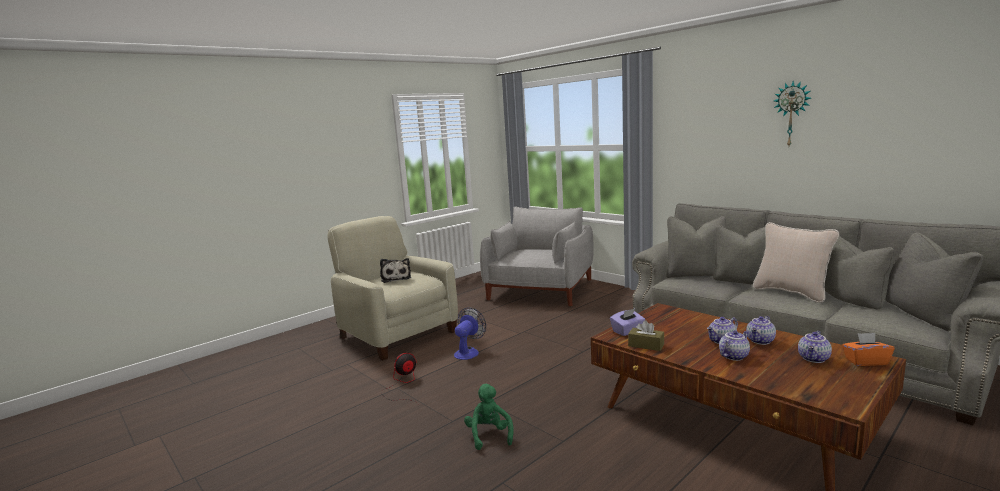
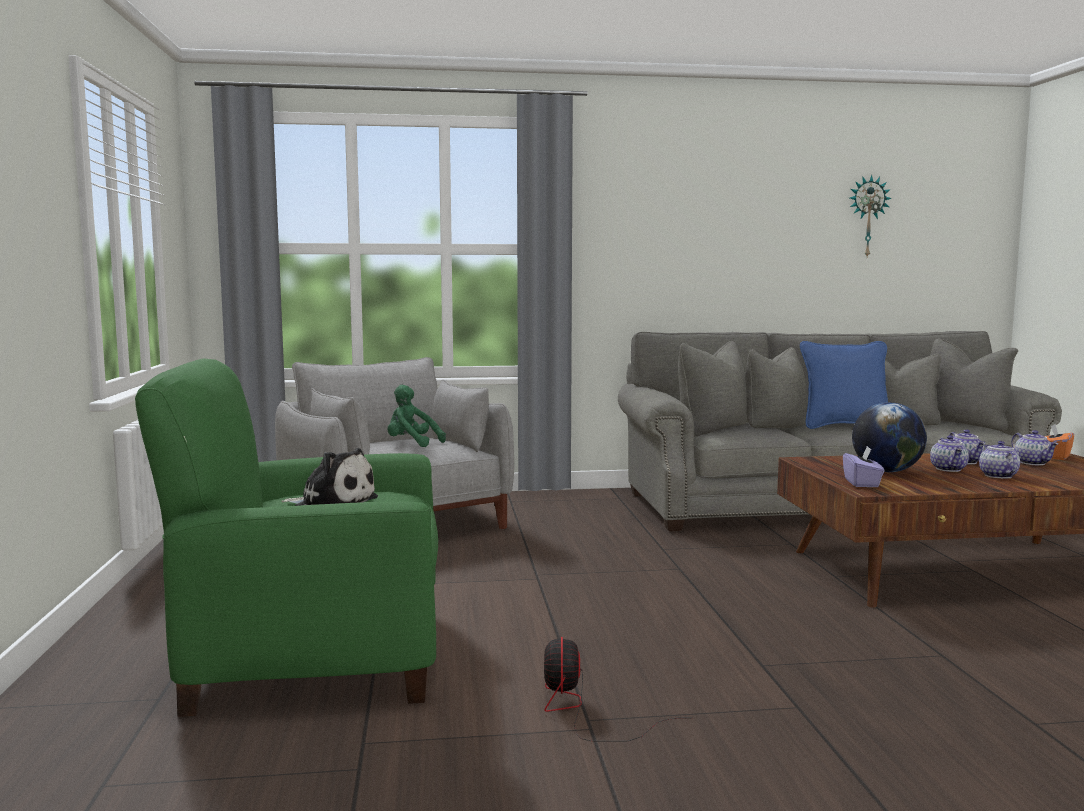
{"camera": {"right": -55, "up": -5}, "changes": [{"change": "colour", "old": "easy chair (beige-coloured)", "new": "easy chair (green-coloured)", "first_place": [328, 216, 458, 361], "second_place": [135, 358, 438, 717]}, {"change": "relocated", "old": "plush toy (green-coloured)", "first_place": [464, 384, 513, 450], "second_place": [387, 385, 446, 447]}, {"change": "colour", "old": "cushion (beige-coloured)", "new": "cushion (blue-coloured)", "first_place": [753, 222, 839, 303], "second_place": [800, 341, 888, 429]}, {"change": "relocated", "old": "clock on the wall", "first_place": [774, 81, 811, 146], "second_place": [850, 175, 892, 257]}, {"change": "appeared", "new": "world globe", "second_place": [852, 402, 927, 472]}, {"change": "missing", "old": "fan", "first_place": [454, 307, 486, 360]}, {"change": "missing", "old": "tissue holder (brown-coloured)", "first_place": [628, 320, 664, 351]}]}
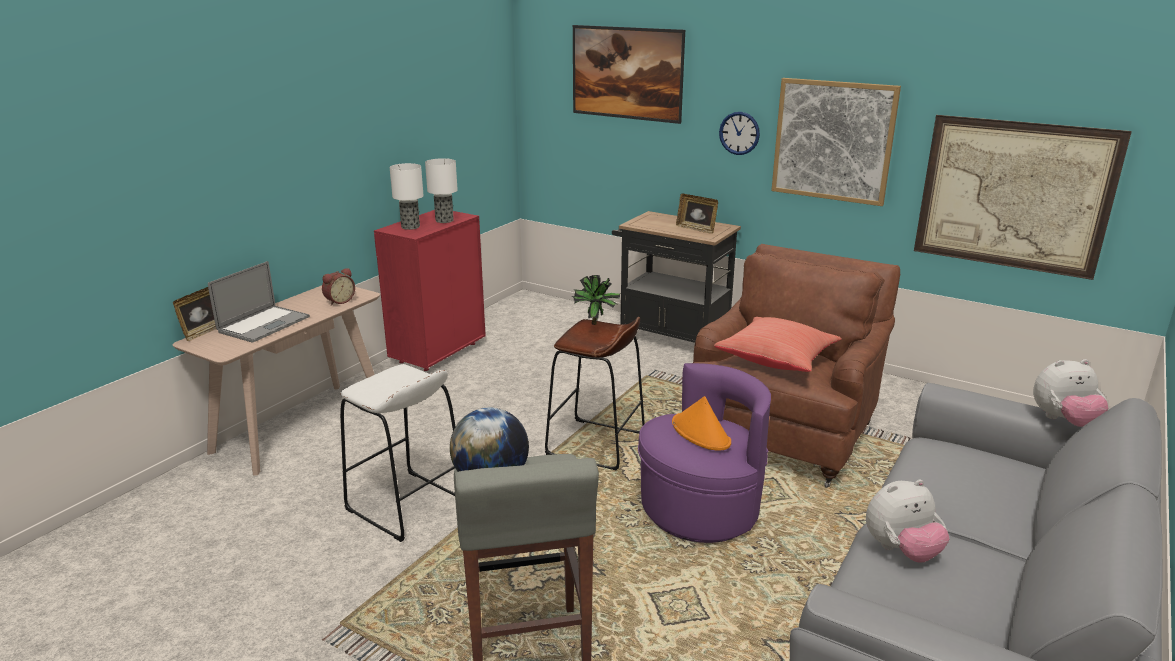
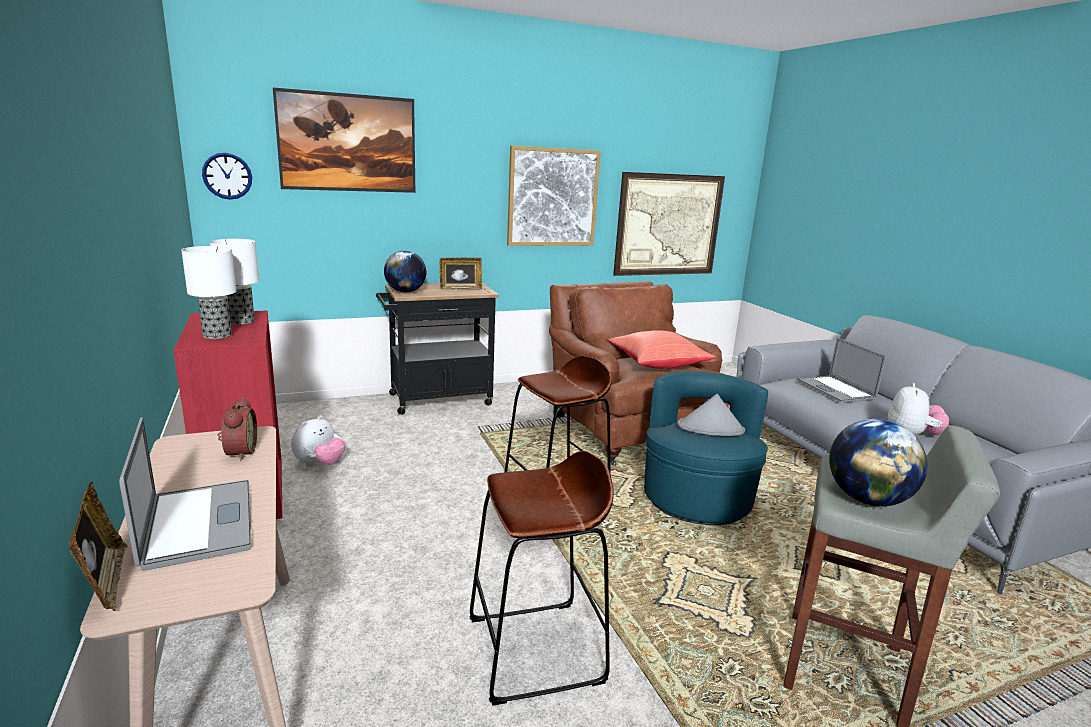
{"camera": {"right": -55, "up": -5}, "changes": [{"change": "relocated", "old": "clock on the wall", "first_place": [719, 112, 760, 155], "second_place": [202, 153, 252, 200]}, {"change": "relocated", "old": "plush toy", "first_place": [1033, 359, 1108, 427], "second_place": [291, 415, 345, 466]}, {"change": "appeared", "new": "world globe", "second_place": [384, 251, 426, 293]}, {"change": "colour", "old": "stool seat (white-coloured)", "new": "stool seat (brown-coloured)", "first_place": [340, 364, 456, 542], "second_place": [469, 451, 614, 706]}, {"change": "colour", "old": "easy chair (purple)", "new": "easy chair (turquoise)", "first_place": [638, 363, 771, 543], "second_place": [644, 371, 768, 525]}, {"change": "colour", "old": "wearable hat (orangey)", "new": "wearable hat (grey)", "first_place": [672, 396, 731, 451], "second_place": [677, 394, 745, 436]}, {"change": "appeared", "new": "notebook computer", "second_place": [796, 337, 886, 403]}, {"change": "missing", "old": "plant in a pot", "first_place": [572, 275, 620, 325]}]}
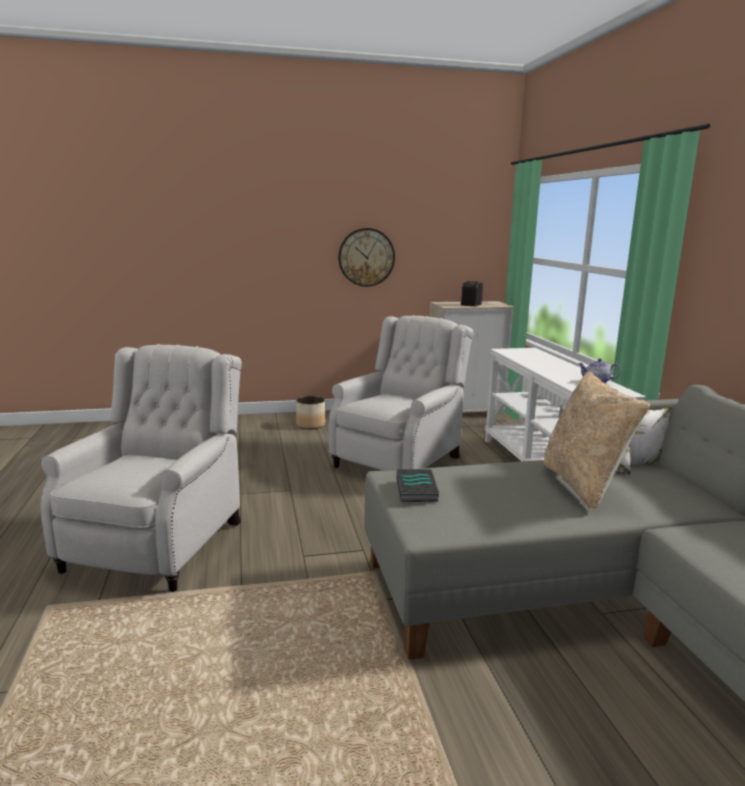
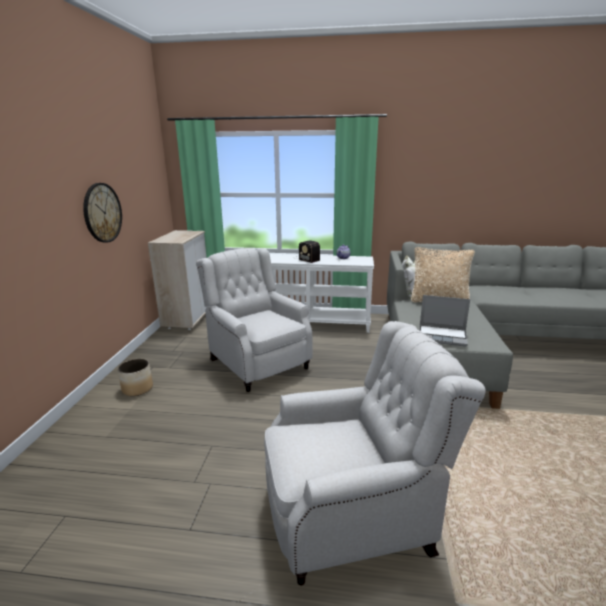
{"camera": {"right": -70, "up": 5}, "changes": [{"change": "spun", "old": "easy chair (white-coloured)", "first_place": [40, 344, 242, 592], "second_place": [264, 321, 486, 586], "degrees": 135}, {"change": "relocated", "old": "radio set", "first_place": [460, 281, 495, 307], "second_place": [293, 240, 320, 263]}, {"change": "exchanged", "old": "bound book", "new": "notebook computer", "first_place": [396, 469, 439, 502], "second_place": [419, 295, 470, 347]}]}
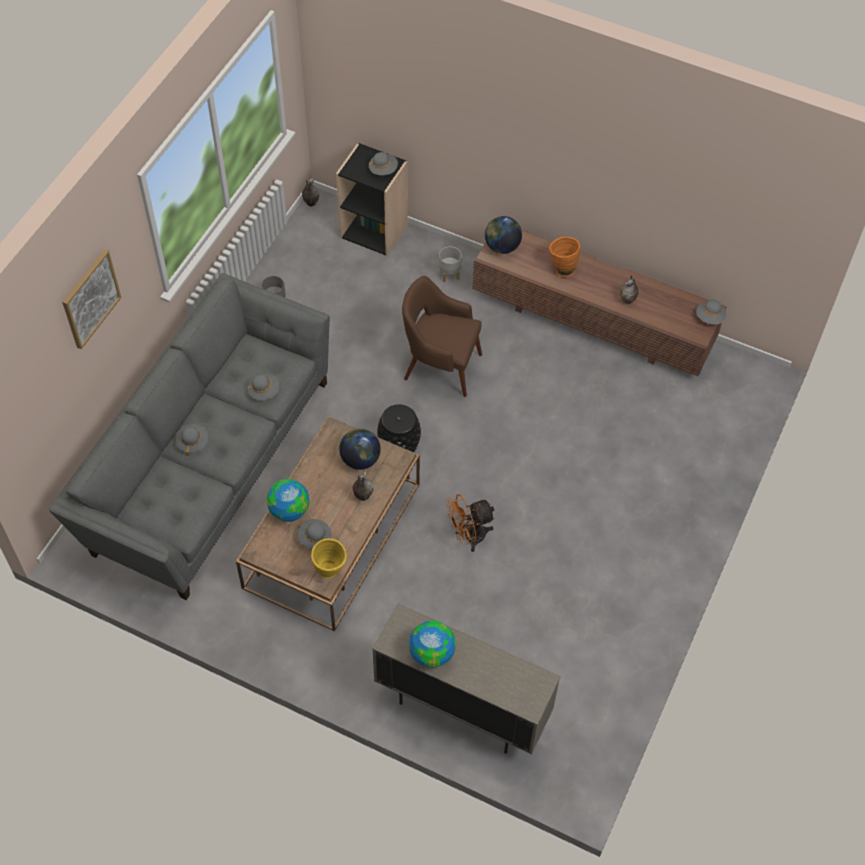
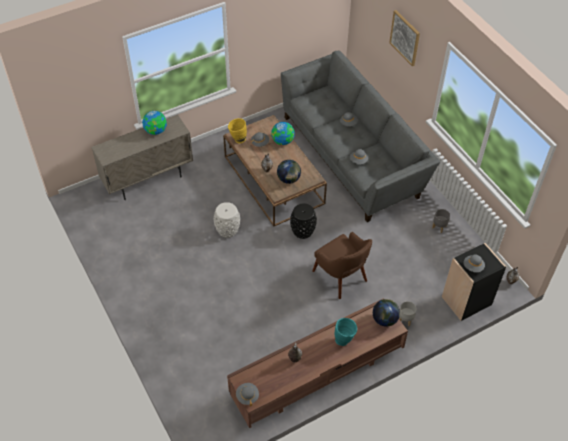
{"camera": {"right": 125, "up": -5}, "changes": [{"change": "exchanged", "old": "fan (orangey)", "new": "stool seat (white-coloured)", "first_place": [446, 494, 495, 552], "second_place": [214, 202, 240, 238]}, {"change": "spun", "old": "easy chair (brown-coloured)", "first_place": [402, 276, 482, 397], "second_place": [312, 232, 372, 299], "degrees": 90}, {"change": "colour", "old": "vase (orangey)", "new": "vase (turquoise)", "first_place": [549, 237, 580, 277], "second_place": [335, 318, 357, 346]}]}
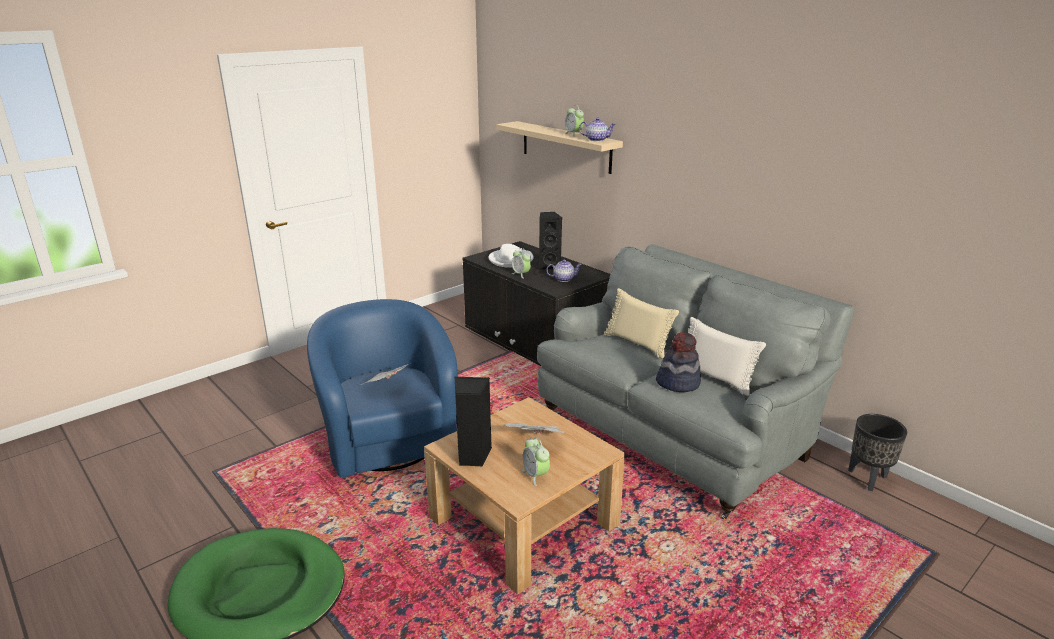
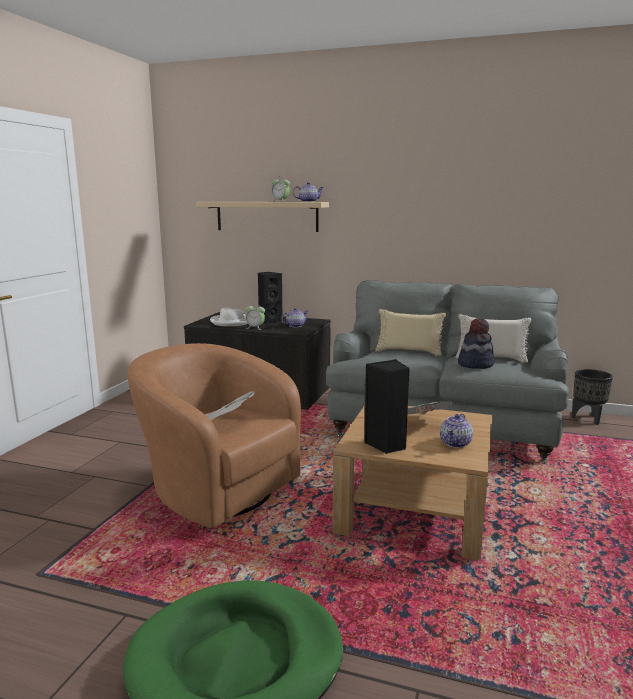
{"camera": {"right": -30, "up": -10}, "changes": [{"change": "colour", "old": "easy chair (blue-coloured)", "new": "easy chair (brown-coloured)", "first_place": [307, 299, 458, 478], "second_place": [127, 343, 301, 528]}, {"change": "exchanged", "old": "alarm clock", "new": "teapot", "first_place": [522, 437, 550, 486], "second_place": [440, 414, 473, 448]}]}
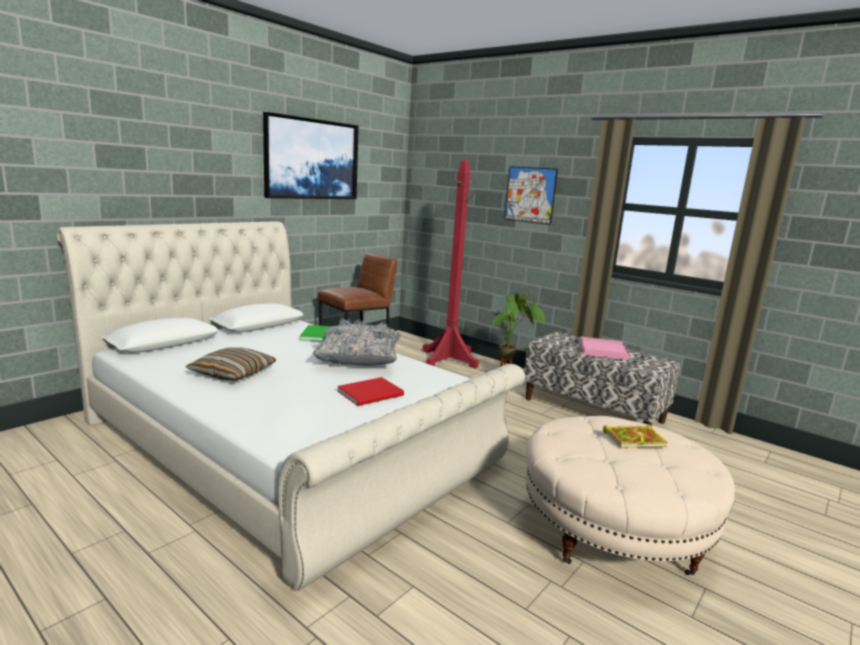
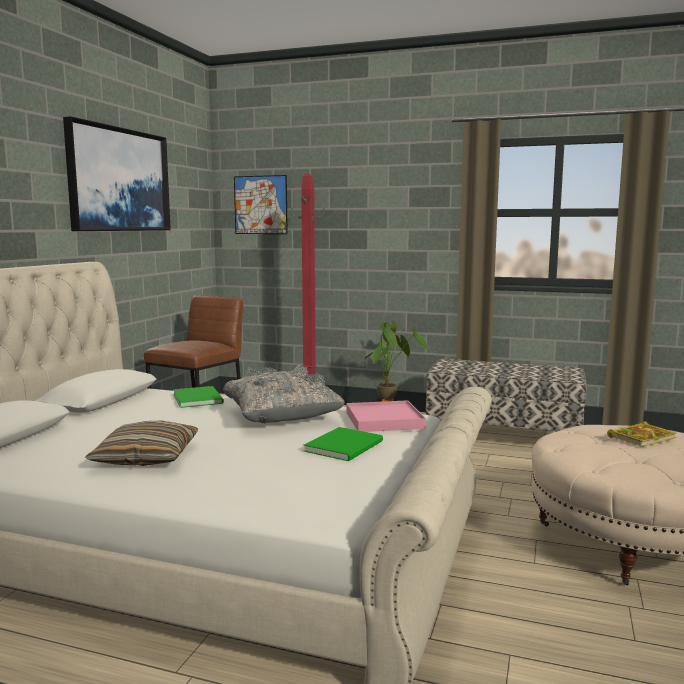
{"camera": {"right": -20, "up": -5}, "changes": [{"change": "relocated", "old": "wall picture", "first_place": [504, 166, 558, 225], "second_place": [234, 175, 288, 234]}, {"change": "colour", "old": "bound book (reddish)", "new": "bound book (green-coloured)", "first_place": [337, 377, 404, 406], "second_place": [304, 427, 383, 461]}, {"change": "relocated", "old": "carrying tray (pink-coloured)", "first_place": [580, 337, 630, 360], "second_place": [346, 400, 426, 432]}]}
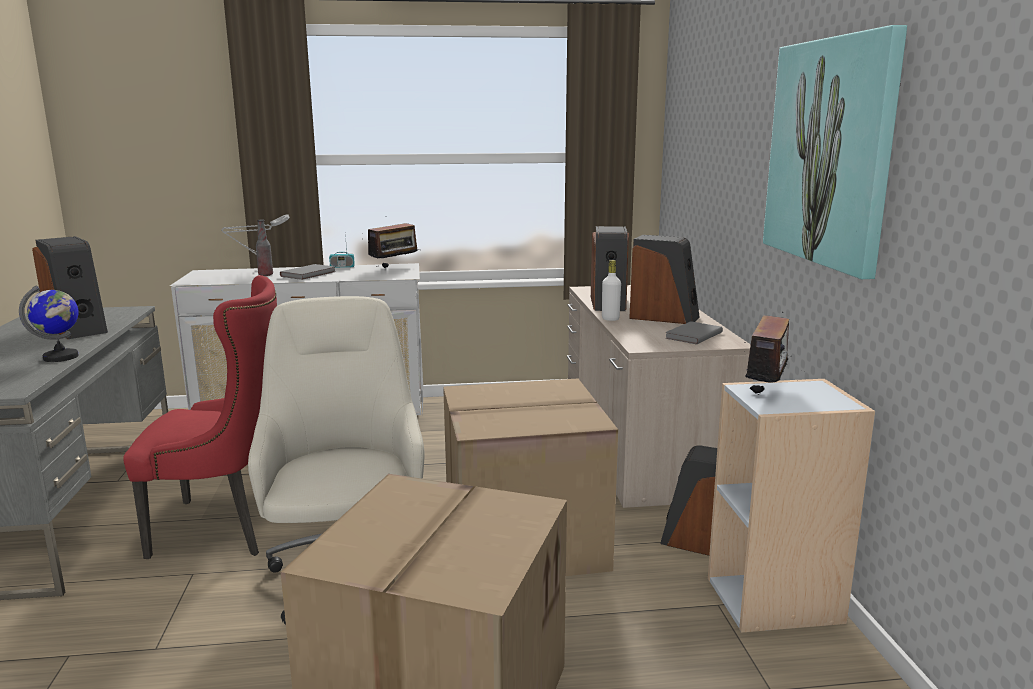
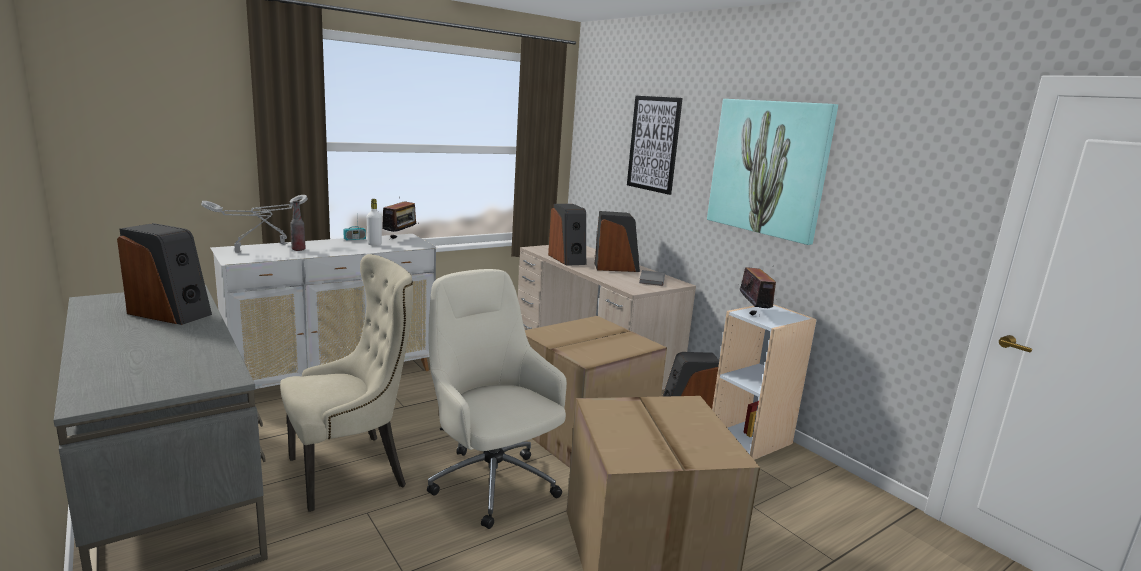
{"camera": {"right": -30, "up": 0}, "changes": [{"change": "appeared", "new": "tabletop lamp (grey)", "second_place": [201, 201, 272, 253]}, {"change": "colour", "old": "plain chair (reddish)", "new": "plain chair (beige-coloured)", "first_place": [123, 275, 277, 559], "second_place": [280, 254, 413, 512]}, {"change": "relocated", "old": "drink bottle (white-coloured)", "first_place": [602, 260, 621, 321], "second_place": [367, 199, 382, 246]}, {"change": "appeared", "new": "wall picture", "second_place": [627, 96, 683, 195]}, {"change": "missing", "old": "world globe", "first_place": [19, 285, 79, 362]}, {"change": "missing", "old": "bound book (grey)", "first_place": [280, 264, 335, 280]}]}
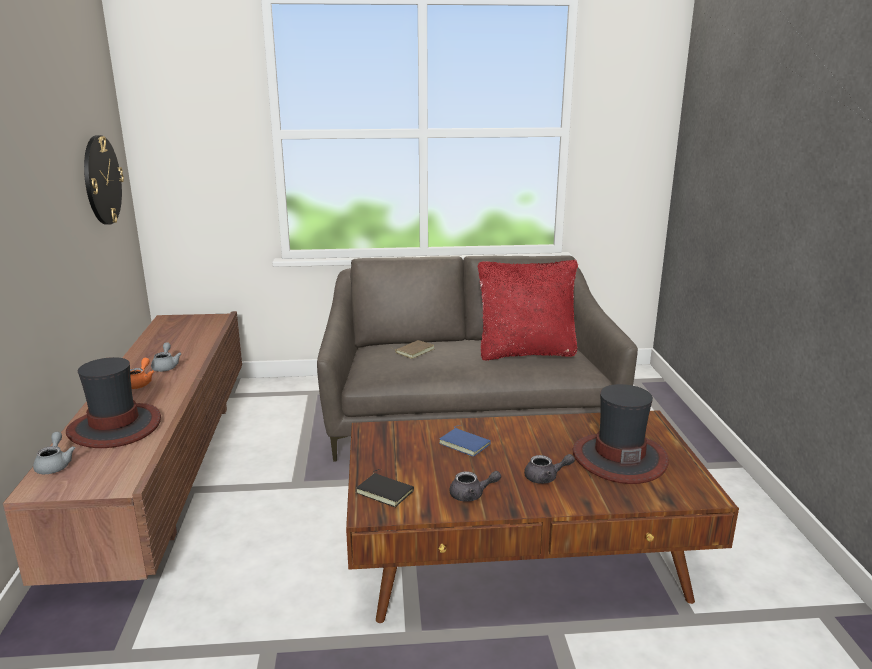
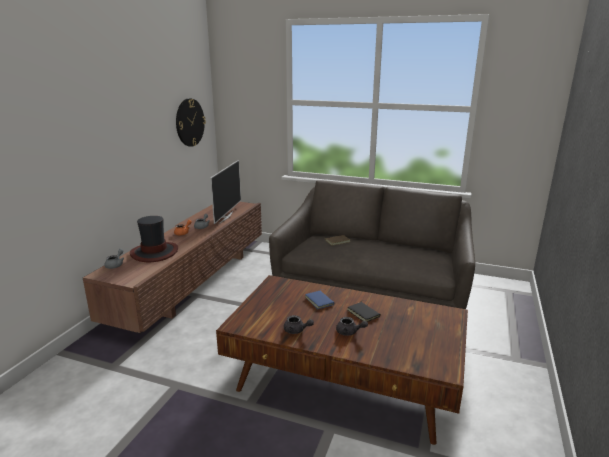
{"camera": {"right": 25, "up": 0}, "changes": [{"change": "appeared", "new": "TV", "second_place": [210, 160, 241, 224]}, {"change": "relocated", "old": "bound book (black)", "first_place": [356, 469, 414, 507], "second_place": [347, 300, 381, 322]}, {"change": "missing", "old": "cushion (reddish)", "first_place": [478, 260, 578, 361]}, {"change": "missing", "old": "wearable hat", "first_place": [573, 384, 669, 484]}]}
